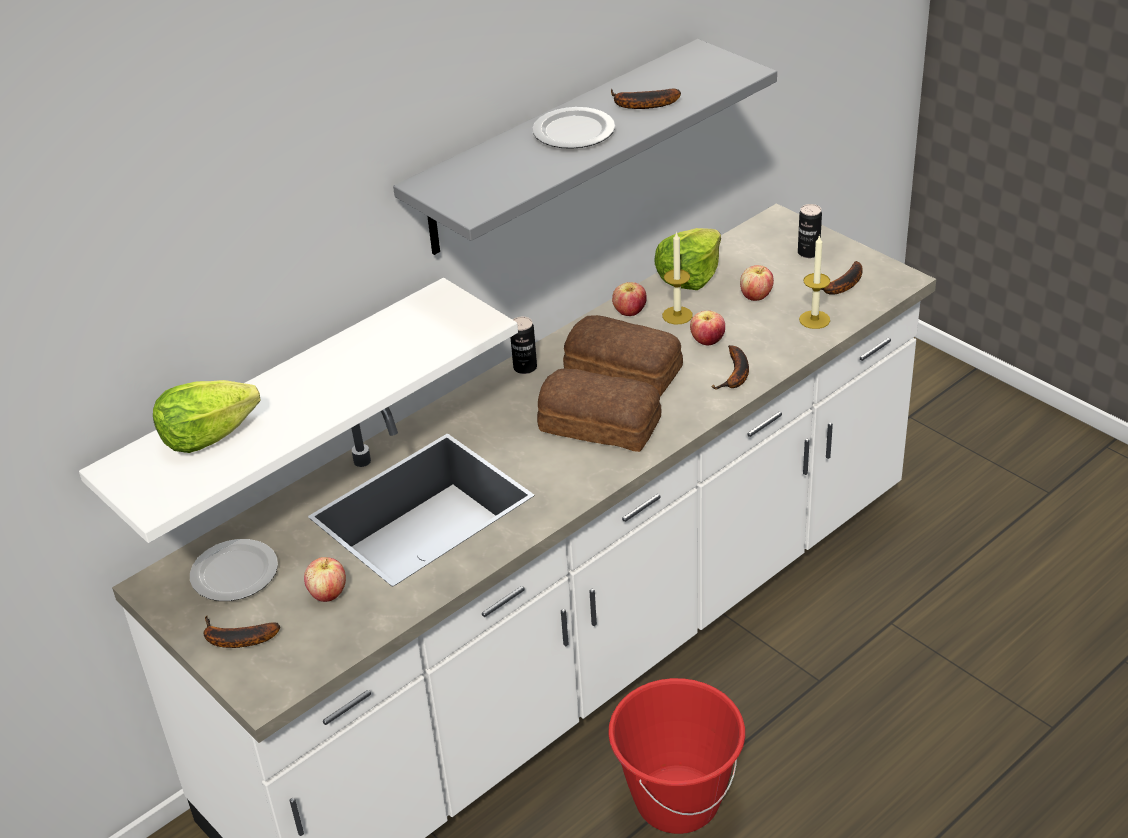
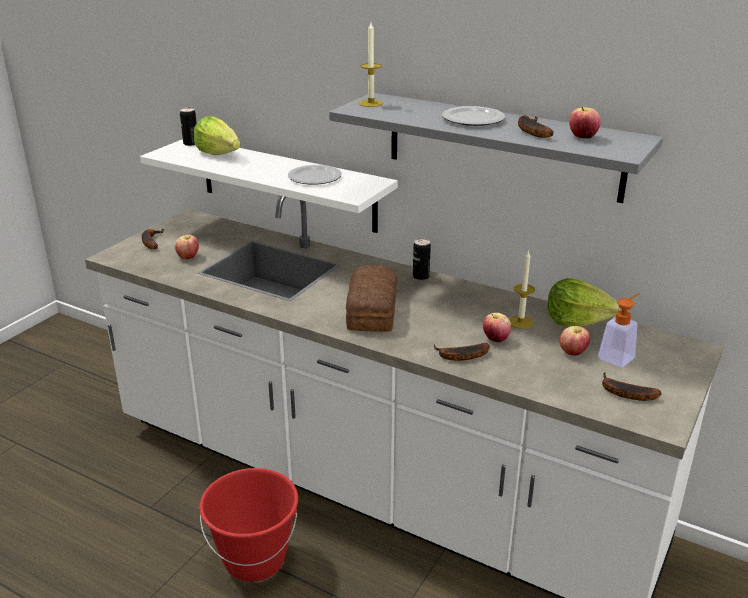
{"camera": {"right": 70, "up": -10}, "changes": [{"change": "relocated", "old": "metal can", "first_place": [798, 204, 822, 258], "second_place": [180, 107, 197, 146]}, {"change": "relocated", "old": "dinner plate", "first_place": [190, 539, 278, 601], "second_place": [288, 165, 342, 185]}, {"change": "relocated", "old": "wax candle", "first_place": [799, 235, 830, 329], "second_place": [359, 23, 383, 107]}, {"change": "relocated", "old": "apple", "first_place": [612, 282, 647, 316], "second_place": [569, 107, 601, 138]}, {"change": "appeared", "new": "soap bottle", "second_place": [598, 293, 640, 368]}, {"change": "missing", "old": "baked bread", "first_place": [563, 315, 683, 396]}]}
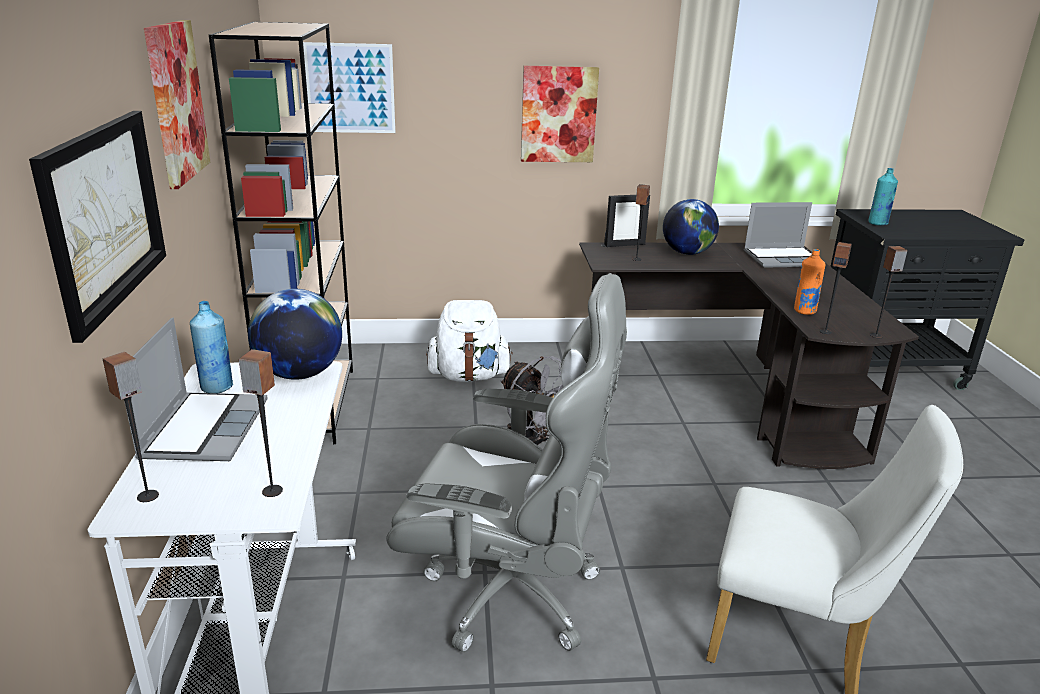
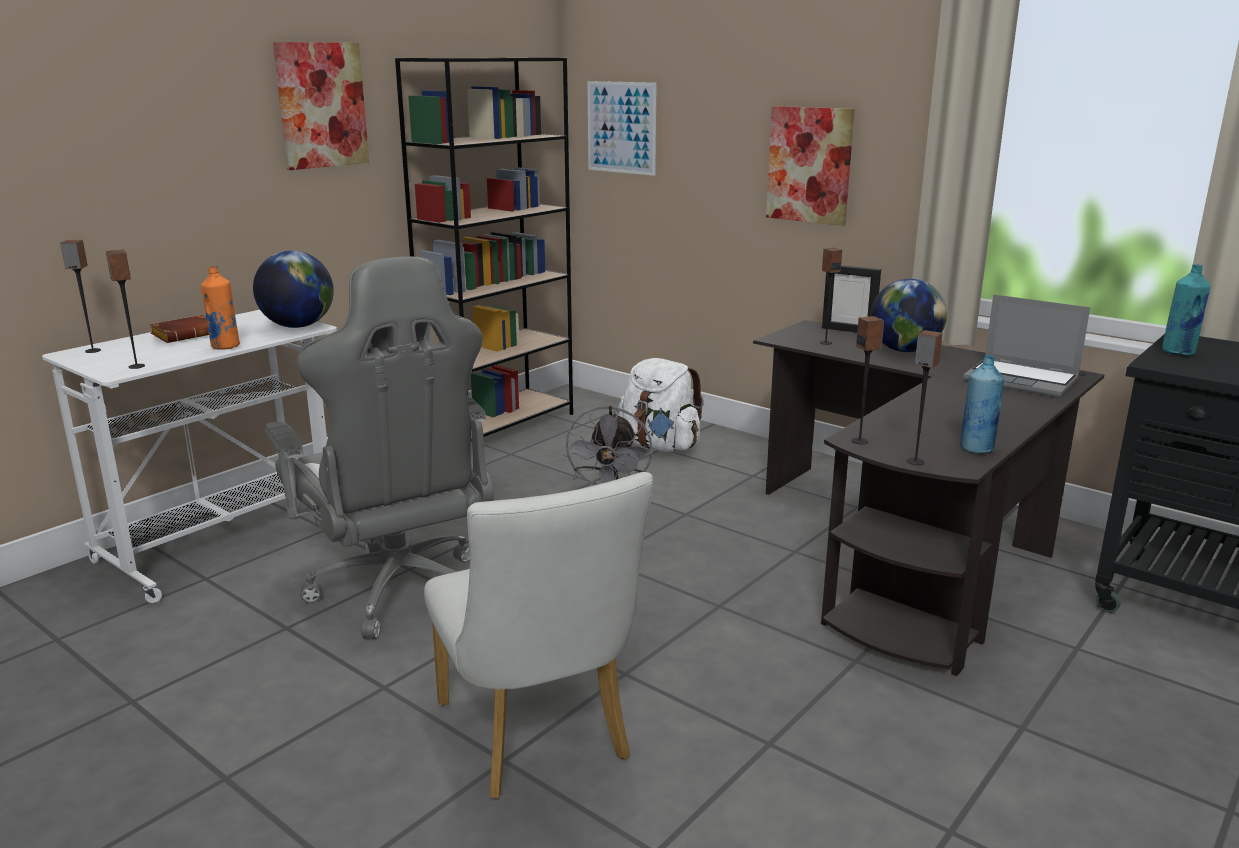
{"camera": {"right": 45, "up": -5}, "changes": [{"change": "exchanged", "old": "notebook computer", "new": "bound book (brown-coloured)", "first_place": [124, 318, 268, 461], "second_place": [149, 315, 209, 343]}, {"change": "relocated", "old": "drink bottle (orangey)", "first_place": [794, 249, 826, 315], "second_place": [201, 266, 240, 350]}, {"change": "relocated", "old": "drink bottle (blue-coloured)", "first_place": [190, 301, 233, 393], "second_place": [960, 355, 1004, 454]}, {"change": "missing", "old": "wall picture", "first_place": [29, 111, 166, 343]}]}
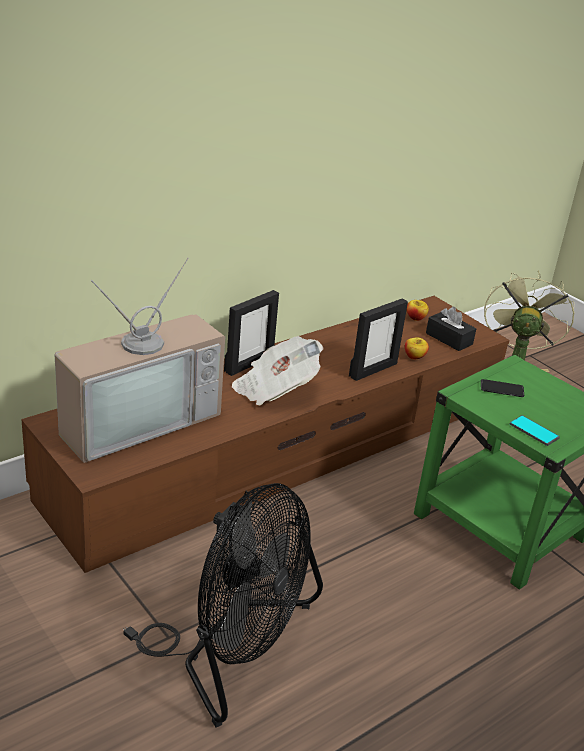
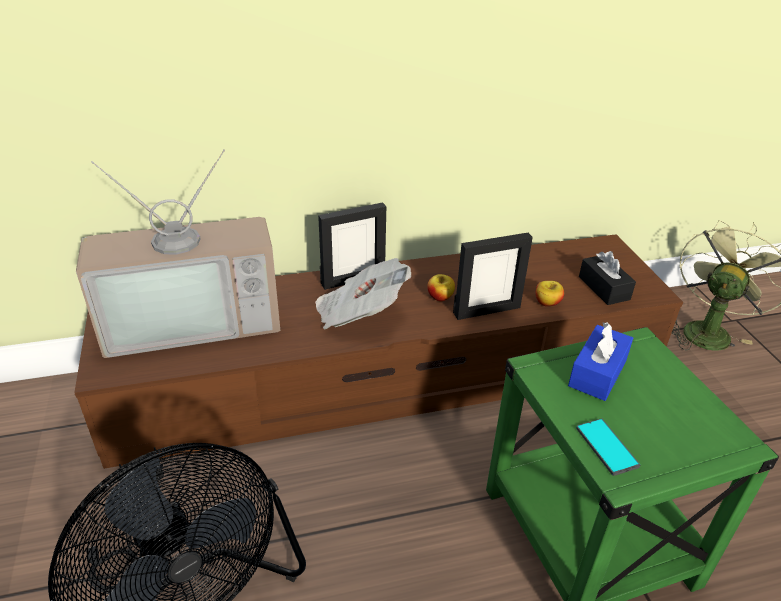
{"camera": {"right": 25, "up": 5}, "changes": [{"change": "relocated", "old": "apple", "first_place": [407, 300, 429, 321], "second_place": [427, 274, 455, 301]}, {"change": "exchanged", "old": "handset", "new": "tissue holder (blue-coloured)", "first_place": [481, 379, 525, 397], "second_place": [568, 322, 633, 401]}]}
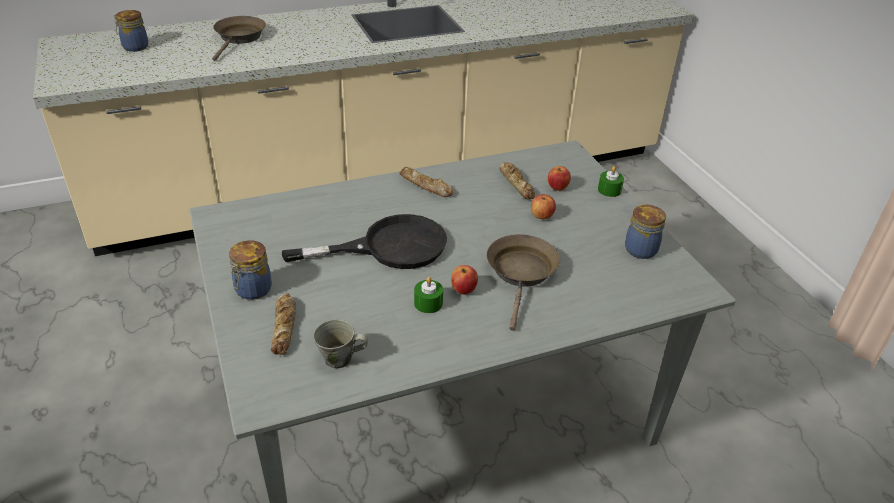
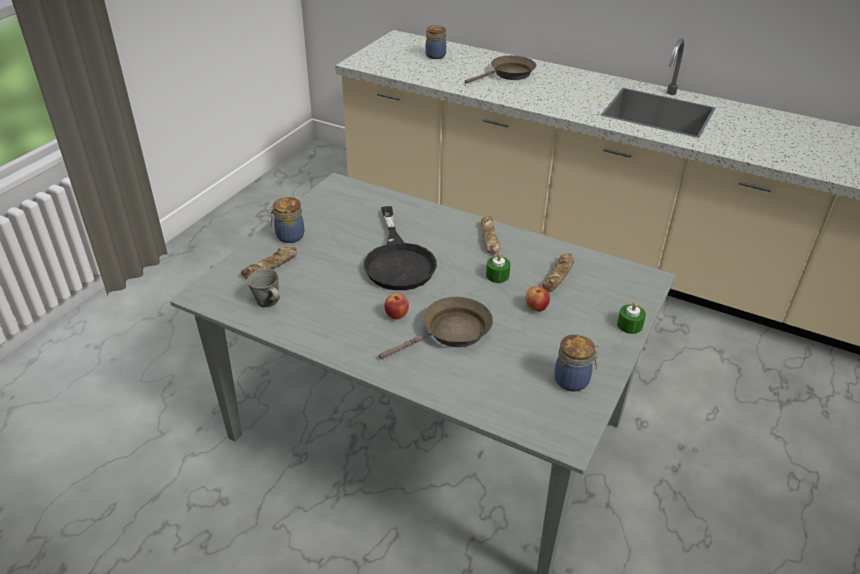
{"camera": {"right": 50, "up": 0}, "changes": [{"change": "spun", "old": "skillet (black)", "first_place": [282, 214, 447, 269], "second_place": [364, 206, 437, 290], "degrees": 45}, {"change": "relocated", "old": "wax candle (green-coloured)", "first_place": [414, 277, 443, 313], "second_place": [486, 253, 511, 283]}, {"change": "missing", "old": "apple", "first_place": [548, 166, 571, 191]}]}
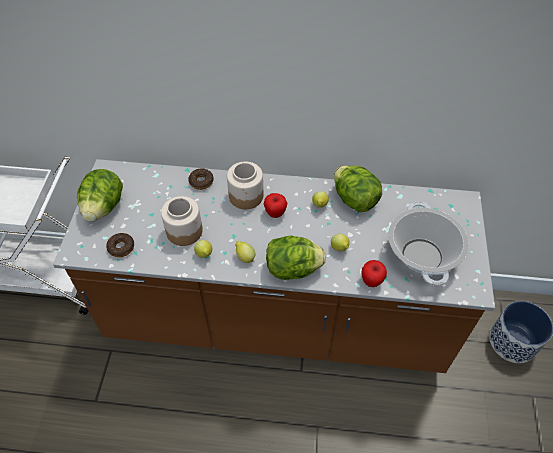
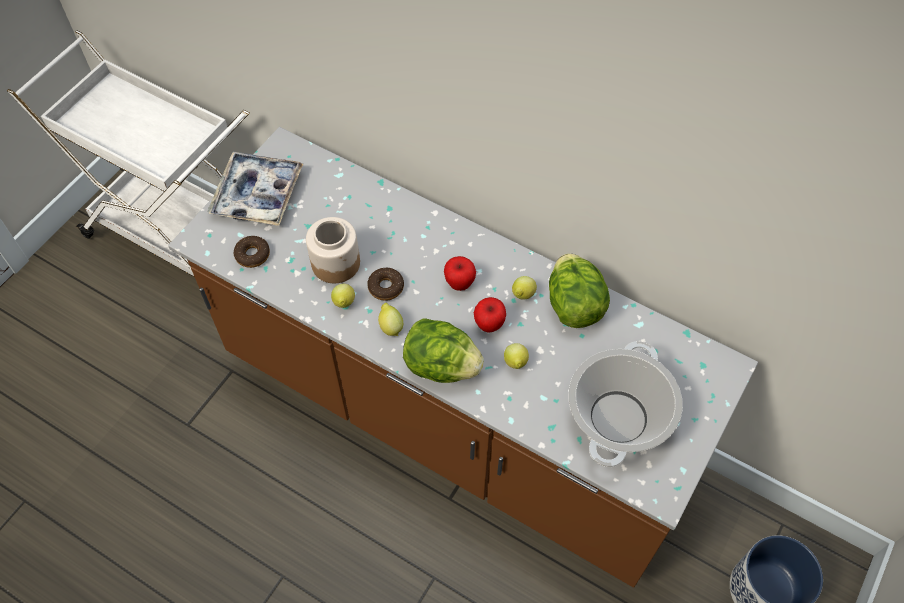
{"camera": {"right": 25, "up": 5}, "changes": [{"change": "exchanged", "old": "lettuce head", "new": "carrying tray", "first_place": [77, 169, 123, 221], "second_place": [208, 152, 303, 226]}, {"change": "relocated", "old": "donut", "first_place": [188, 168, 214, 190], "second_place": [367, 268, 404, 301]}, {"change": "relocated", "old": "apple", "first_place": [362, 260, 387, 287], "second_place": [474, 297, 506, 333]}, {"change": "missing", "old": "preserve jar", "first_place": [227, 162, 263, 209]}]}
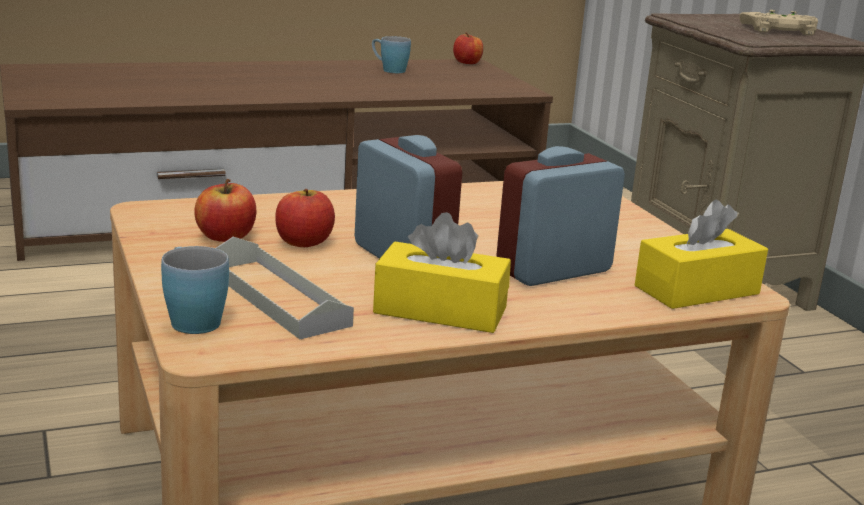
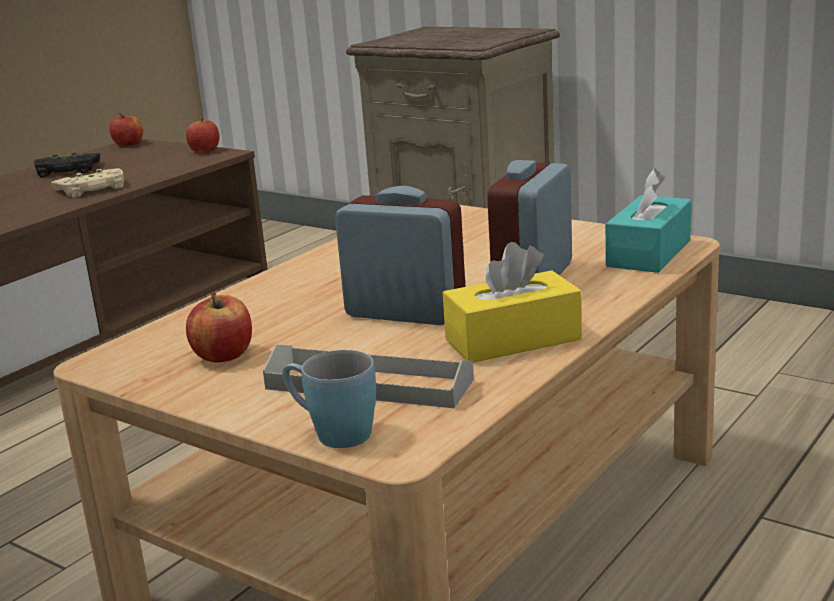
{"camera": {"right": -30, "up": 0}, "changes": [{"change": "exchanged", "old": "coffee mug (blue-coloured)", "new": "game controller (black)", "first_place": [372, 36, 411, 73], "second_place": [34, 153, 100, 177]}, {"change": "relocated", "old": "game controller (beige-coloured)", "first_place": [739, 10, 818, 36], "second_place": [51, 168, 124, 198]}, {"change": "relocated", "old": "apple", "first_place": [275, 189, 335, 247], "second_place": [186, 118, 219, 153]}, {"change": "colour", "old": "tissue holder (yellow)", "new": "tissue holder (turquoise)", "first_place": [635, 199, 768, 309], "second_place": [605, 169, 691, 273]}]}
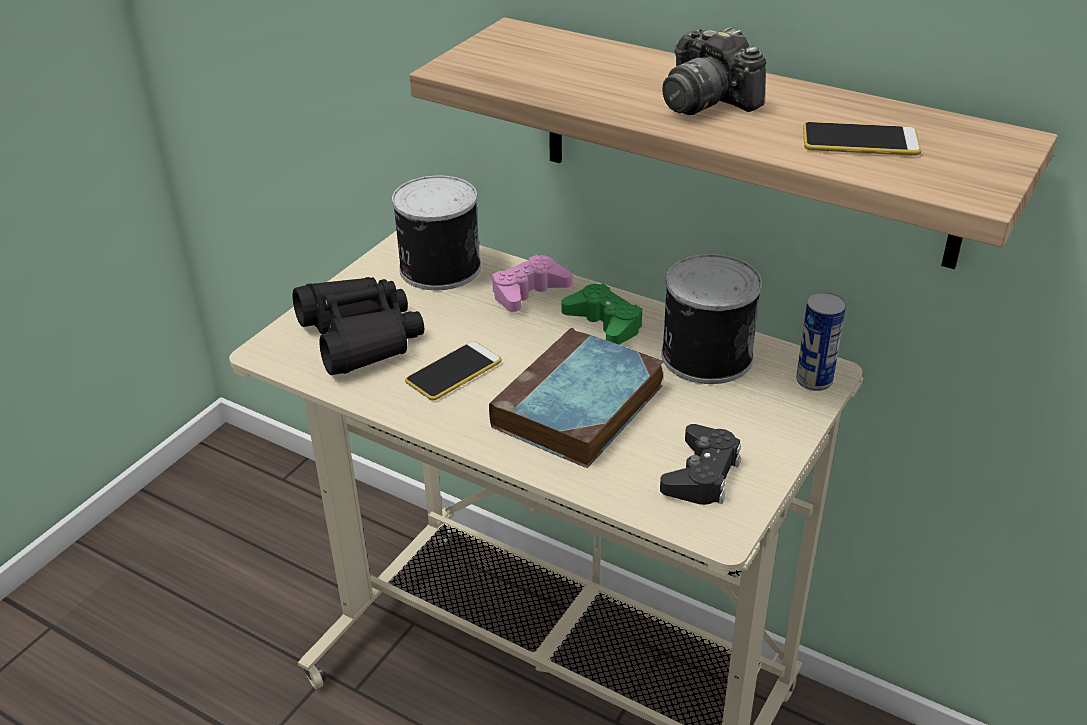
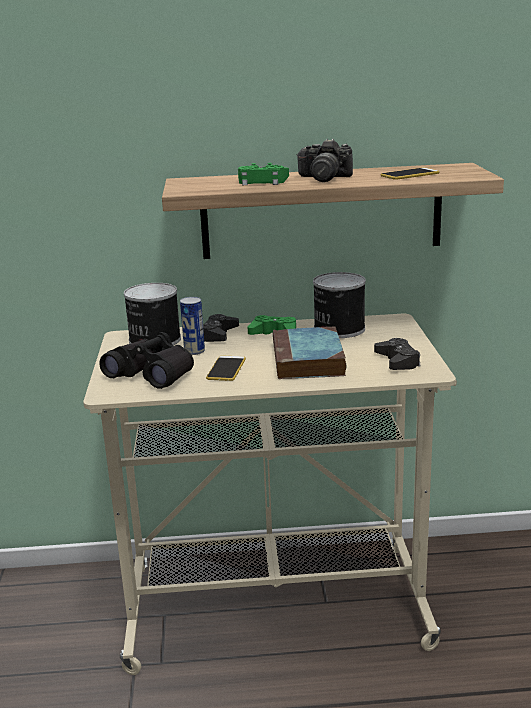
{"camera": {"right": -35, "up": -15}, "changes": [{"change": "relocated", "old": "metal can", "first_place": [796, 292, 846, 391], "second_place": [180, 297, 205, 355]}, {"change": "colour", "old": "game controller (pink-coloured)", "new": "game controller (black)", "first_place": [492, 255, 573, 312], "second_place": [203, 314, 239, 342]}, {"change": "appeared", "new": "game controller (green-coloured)", "second_place": [238, 163, 289, 185]}]}
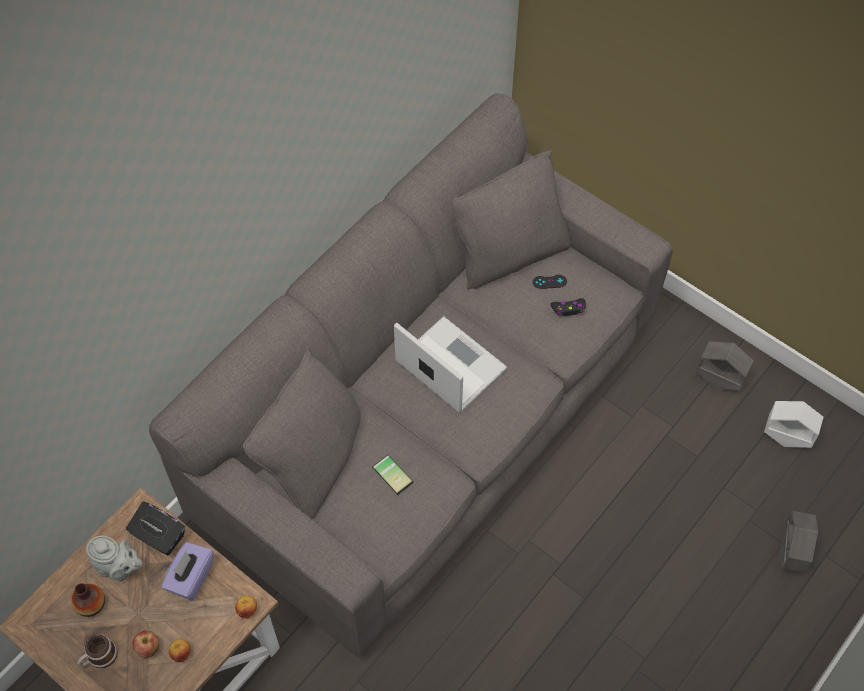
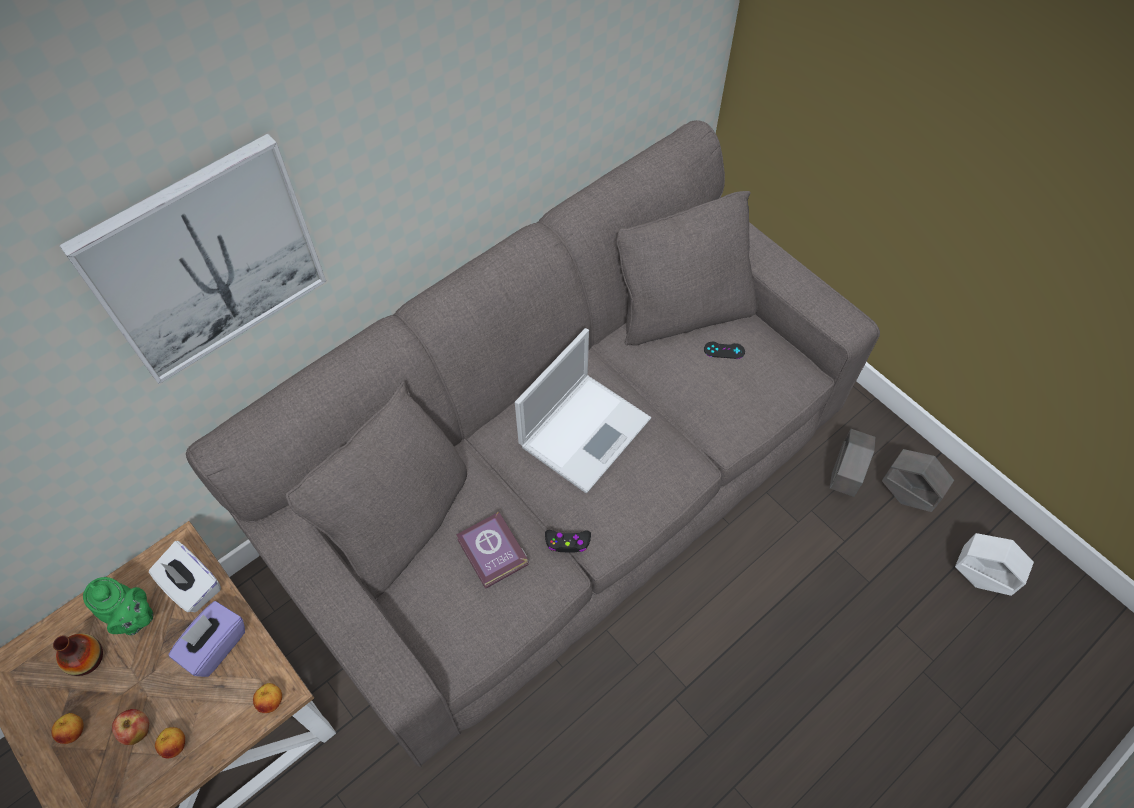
{"camera": {"right": 10, "up": 0}, "changes": [{"change": "exchanged", "old": "coffee mug", "new": "apple", "first_place": [77, 634, 118, 669], "second_place": [52, 713, 84, 744]}, {"change": "appeared", "new": "wall picture", "second_place": [59, 133, 326, 384]}, {"change": "colour", "old": "teapot (grey)", "new": "teapot (green-coloured)", "first_place": [86, 536, 143, 581], "second_place": [83, 577, 153, 635]}, {"change": "colour", "old": "tissue holder (black)", "new": "tissue holder (white-coloured)", "first_place": [126, 501, 185, 556], "second_place": [149, 541, 221, 612]}, {"change": "exchanged", "old": "handset", "new": "bound book", "first_place": [372, 455, 414, 495], "second_place": [456, 511, 529, 589]}, {"change": "spun", "old": "notebook computer", "first_place": [394, 316, 507, 412], "second_place": [515, 328, 651, 493], "degrees": 75}, {"change": "relocated", "old": "game controller (black)", "first_place": [550, 298, 586, 316], "second_place": [545, 530, 591, 553]}, {"change": "relocated", "old": "plant pot (grey)", "first_place": [780, 511, 818, 573], "second_place": [830, 429, 875, 497]}]}
